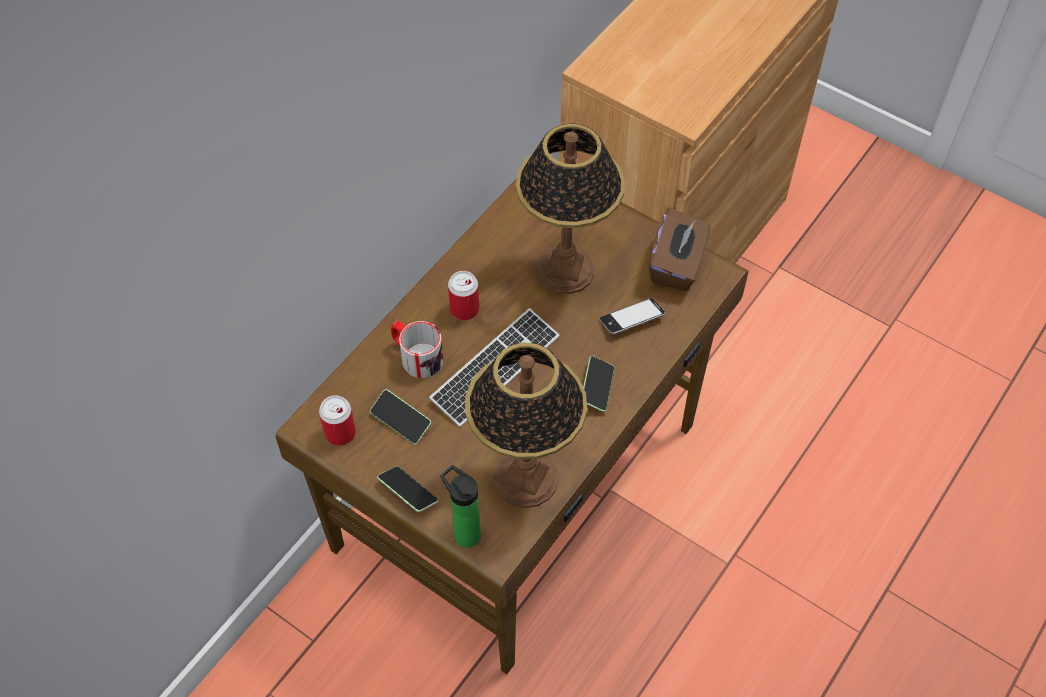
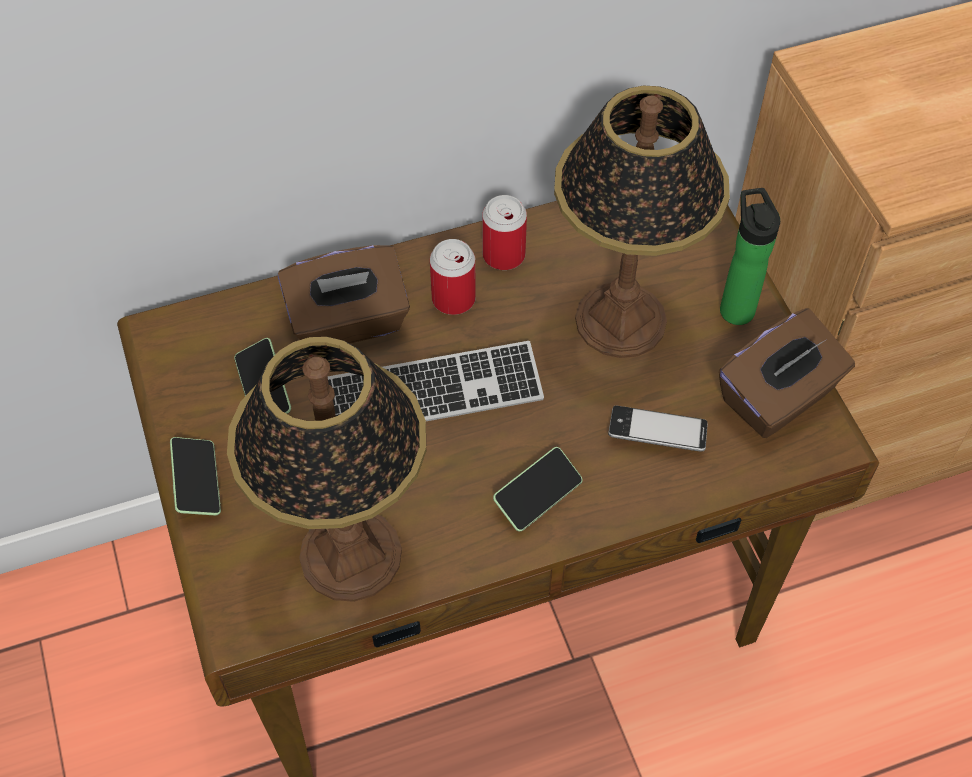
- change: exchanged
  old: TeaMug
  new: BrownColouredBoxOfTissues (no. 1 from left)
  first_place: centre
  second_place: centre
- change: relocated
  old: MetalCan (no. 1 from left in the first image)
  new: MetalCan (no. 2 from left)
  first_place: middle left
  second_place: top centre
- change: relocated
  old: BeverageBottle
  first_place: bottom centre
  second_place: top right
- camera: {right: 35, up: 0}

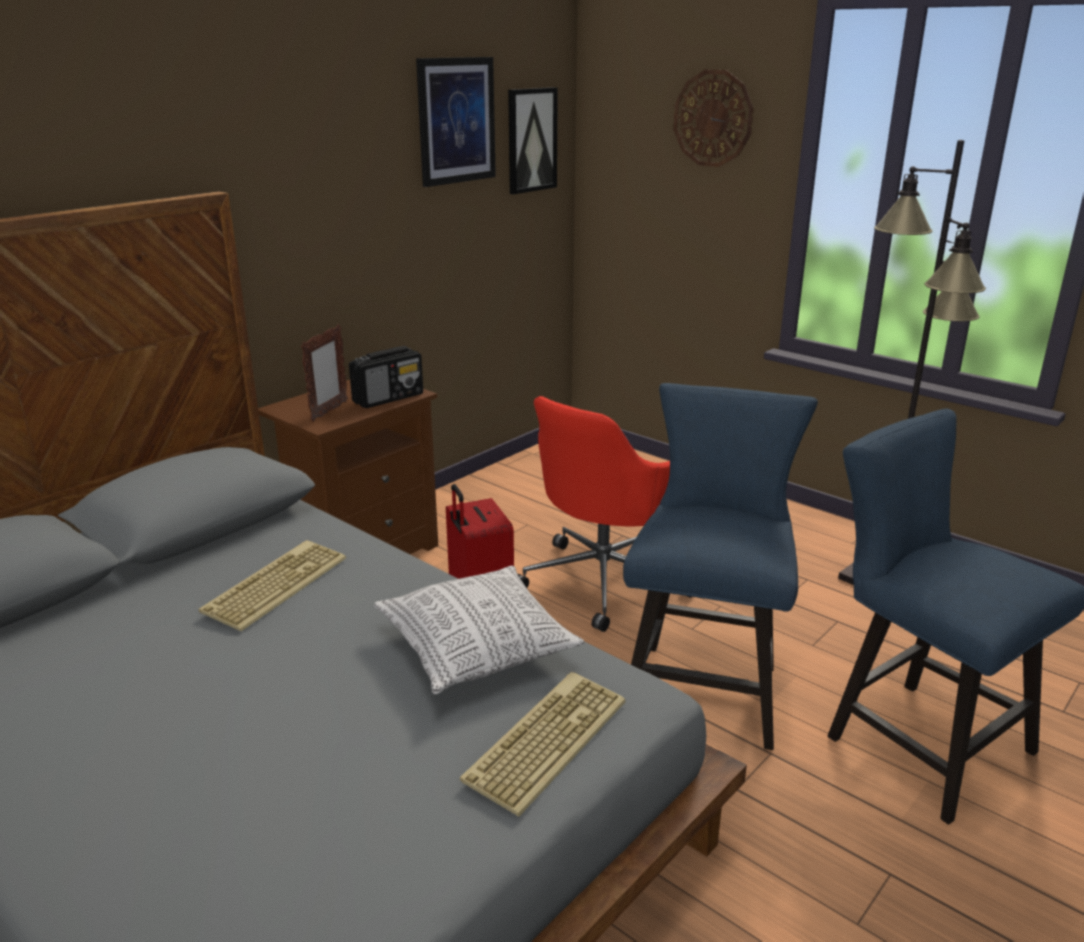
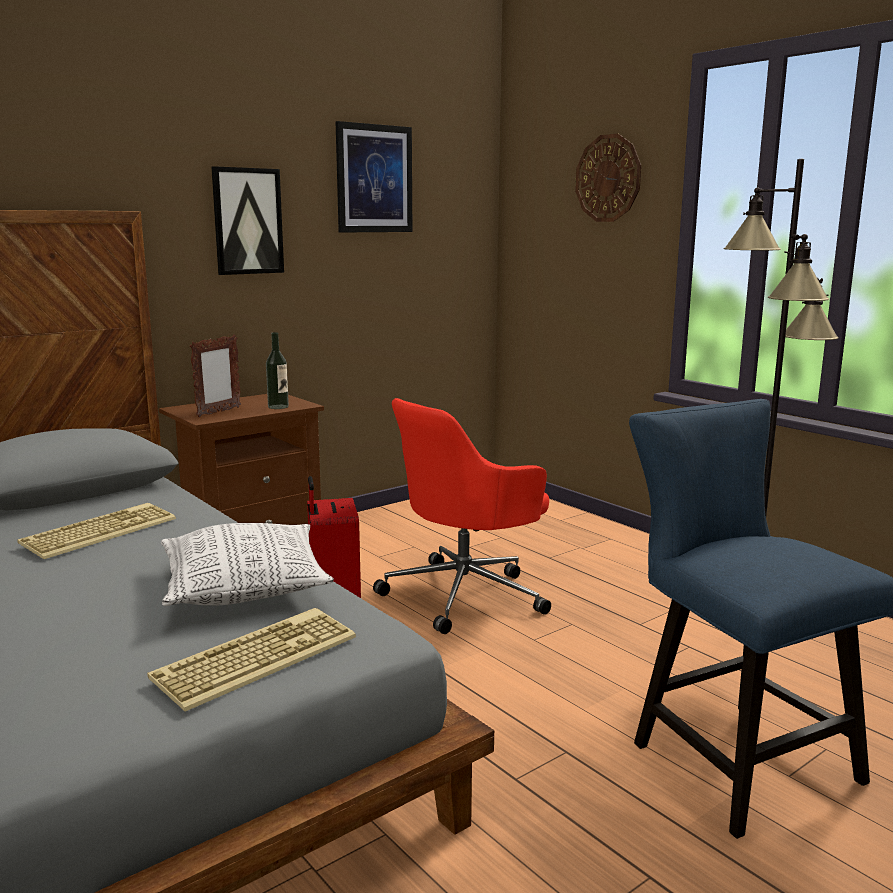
- change: relocated
  old: WallArt (no. 2 from left in the first image)
  new: WallArt (no. 1 from left)
  first_place: top centre
  second_place: top left
- change: exchanged
  old: RadioReceiver
  new: BeverageBottle
  first_place: centre
  second_place: middle left
- change: missing
  old: BluishChair (no. 1 from left)
  first_place: centre
- camera: {right: 10, up: -10}

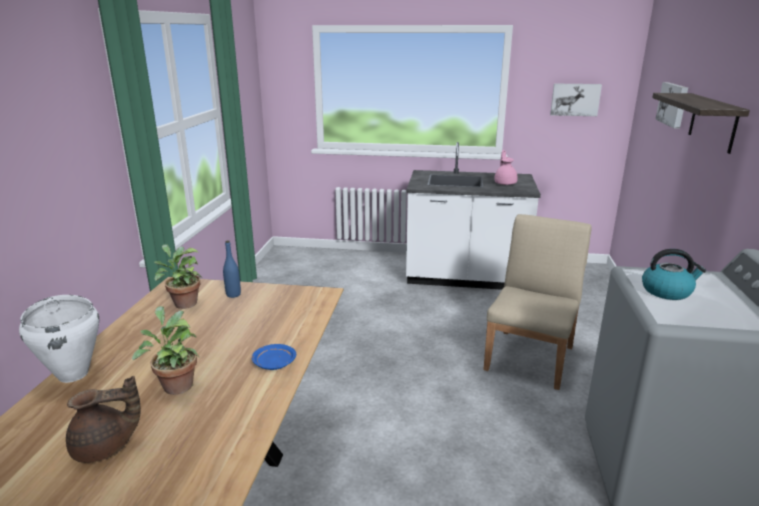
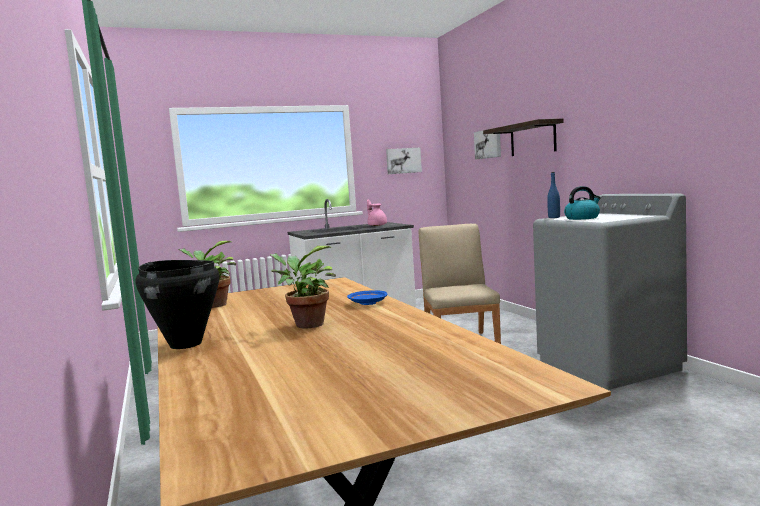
- change: colour
  old: WhiteColouredStockpot
  new: BlackishStockpot
  first_place: bottom left
  second_place: middle left
- change: relocated
  old: BluishBeverageBottle
  first_place: middle left
  second_place: middle right
- change: missing
  old: BrownColouredTeaPot
  first_place: bottom left
- camera: {right: -30, up: -15}

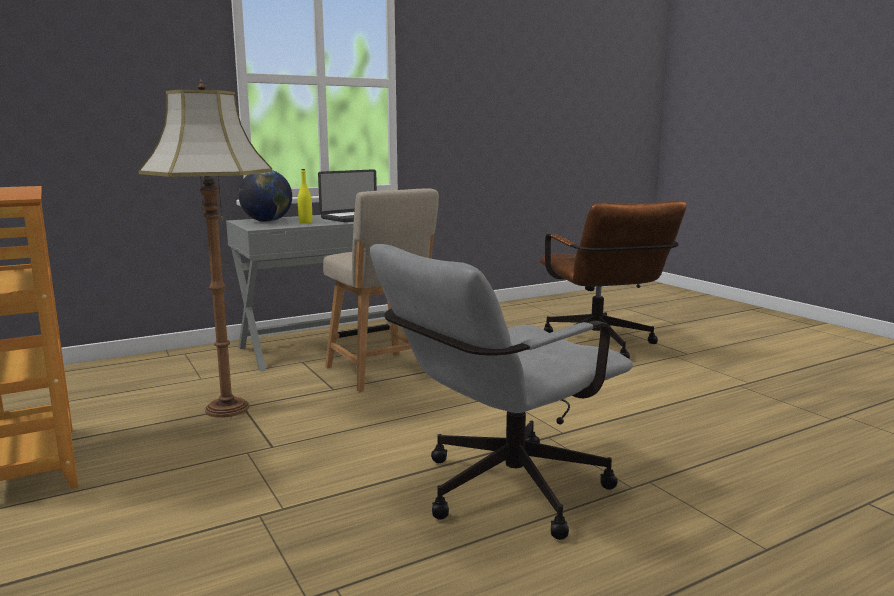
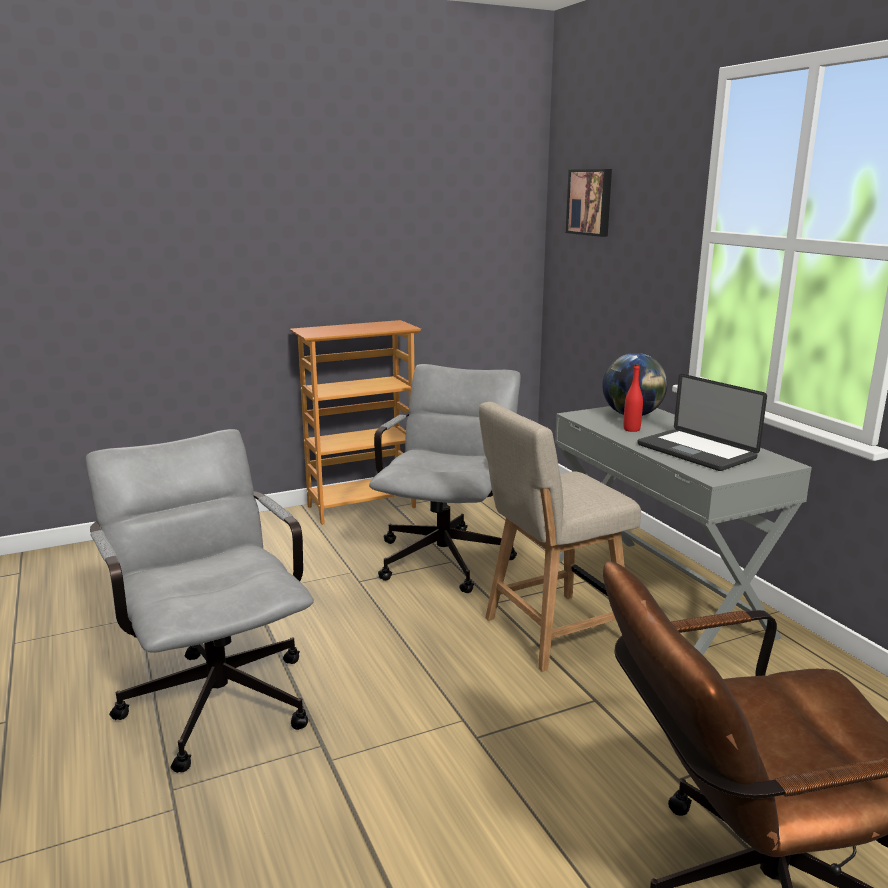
- change: exchanged
  old: FloorLamp
  new: GreyishOfficeChair (no. 2 from left)
  first_place: middle left
  second_place: centre
- change: appeared
  new: WallArt
  second_place: top centre
- change: colour
  old: YellowColouredBeverageBottle
  new: ReddishBeverageBottle
  first_place: top centre
  second_place: middle right
- camera: {right: 95, up: 5}

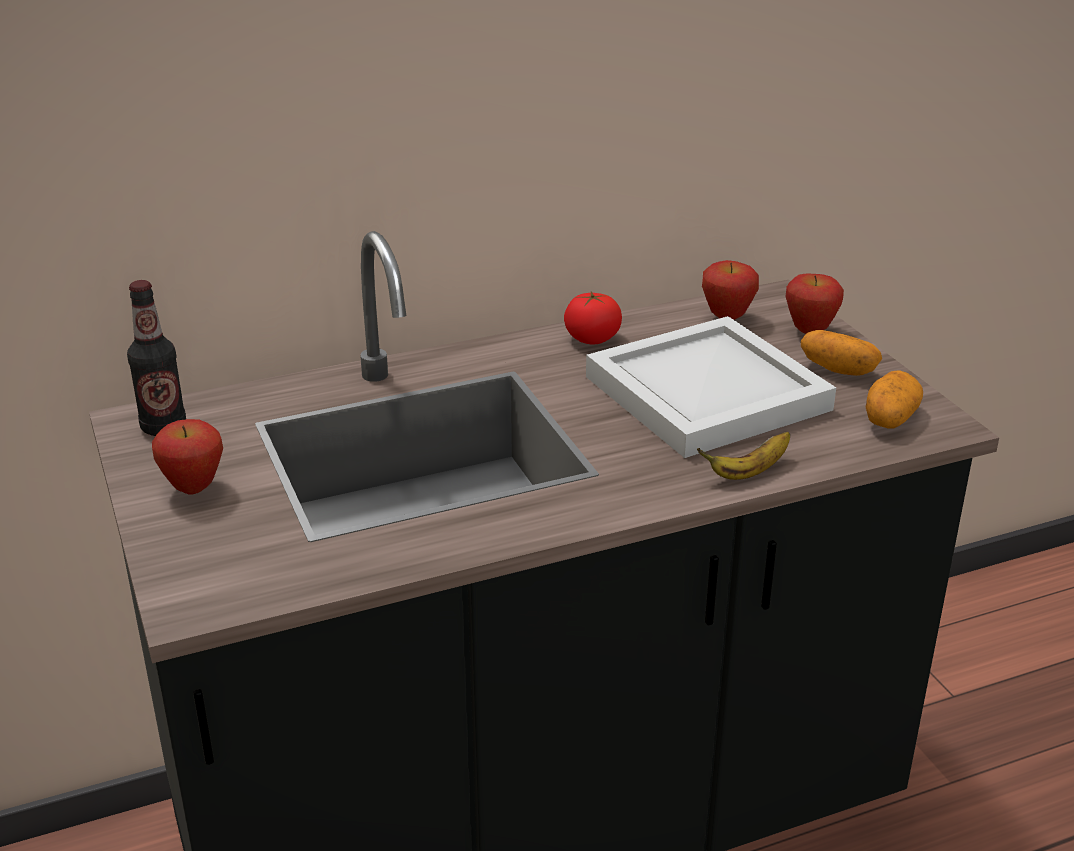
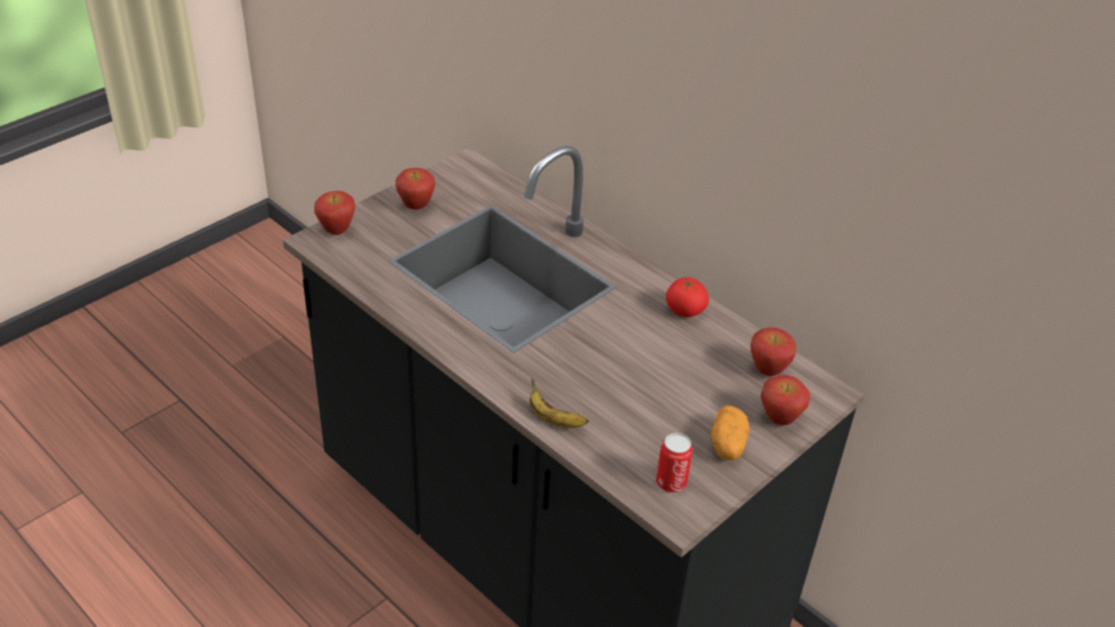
- change: appeared
  new: WholeApple (no. 1 from left)
  second_place: middle left
- change: exchanged
  old: Spud (no. 2 from left)
  new: MetalCan
  first_place: middle right
  second_place: bottom centre
- change: missing
  old: BeverageBottle
  first_place: middle left
- change: missing
  old: WhiteColouredServingTray
  first_place: centre
- camera: {right: 65, up: 10}

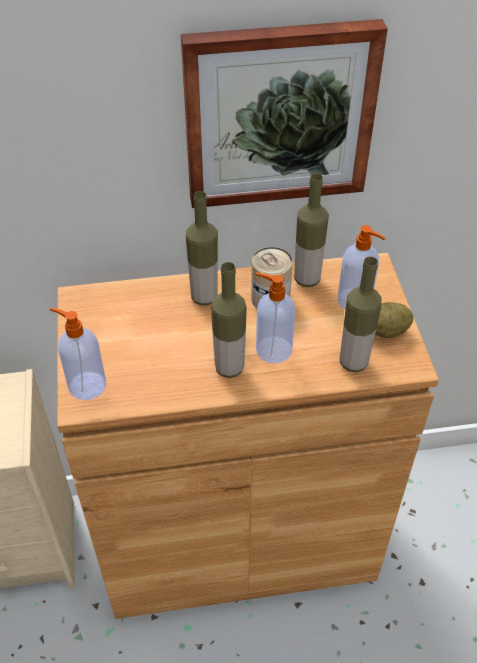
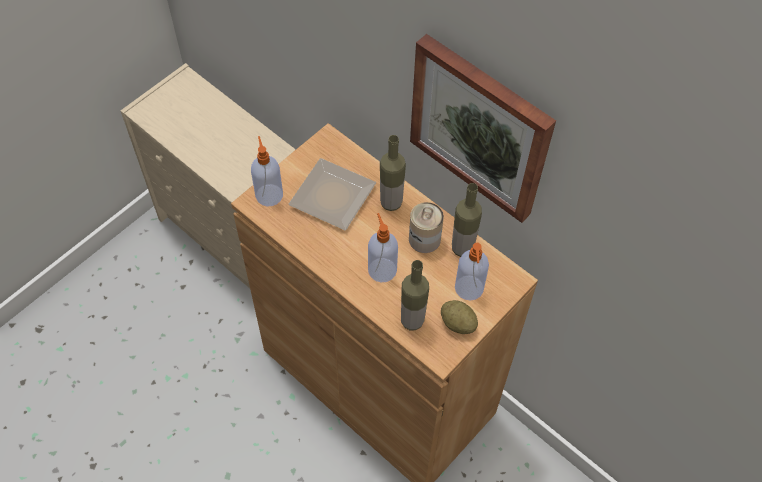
- change: appeared
  new: FlatDish
  second_place: centre
- change: missing
  old: BeverageBottle (no. 2 from left)
  first_place: centre
- camera: {right: 50, up: 10}

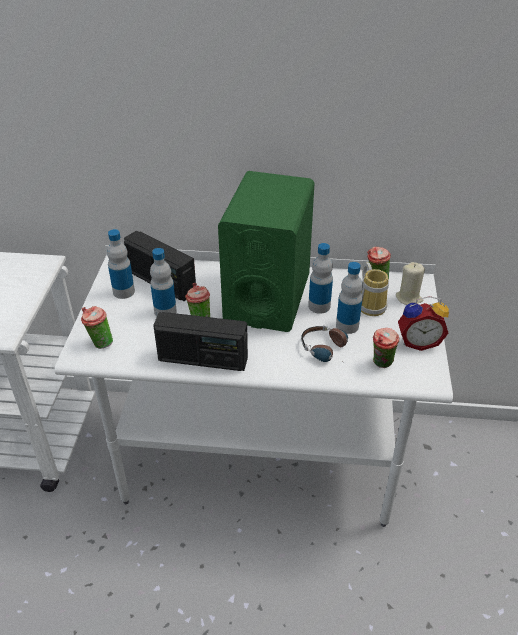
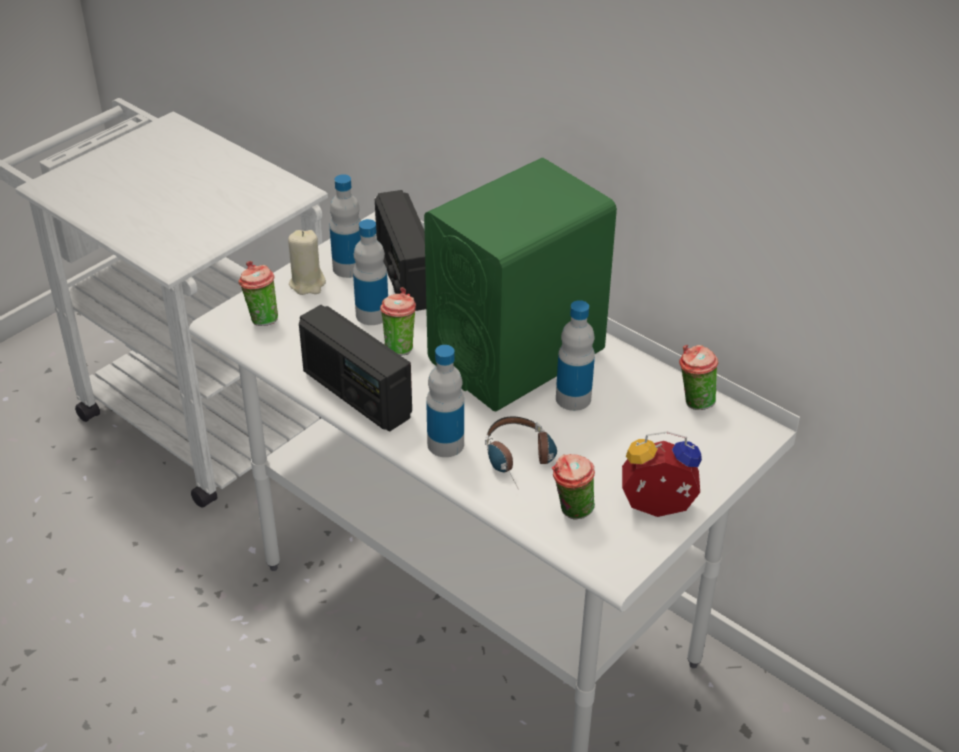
- change: relocated
  old: BeigeColouredCandle
  first_place: middle right
  second_place: middle left
- change: relocated
  old: BeverageBottle (no. 4 from left in the first image)
  new: BeverageBottle (no. 3 from left)
  first_place: middle right
  second_place: centre
- change: spun
  old: TableClock
  first_place: middle right
  second_place: middle right
  degrees: 150
- change: missing
  old: TeaMug
  first_place: middle right
- camera: {right: 35, up: 0}

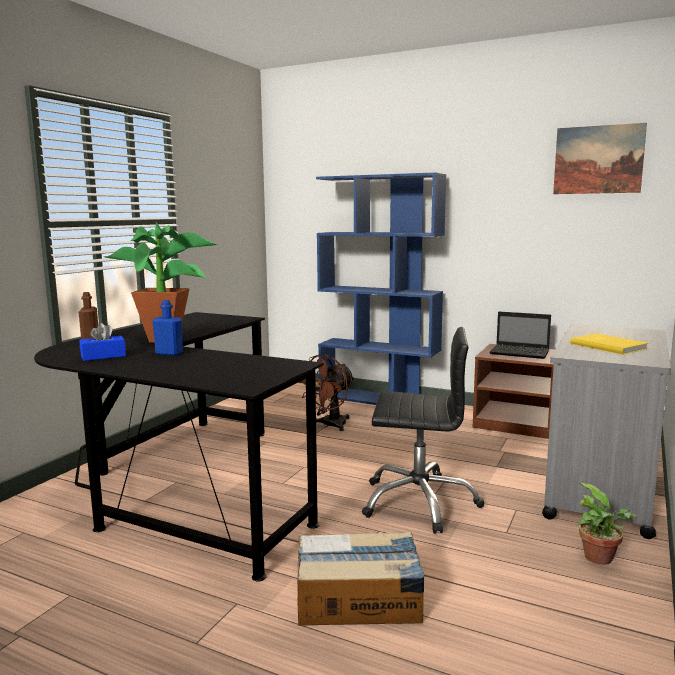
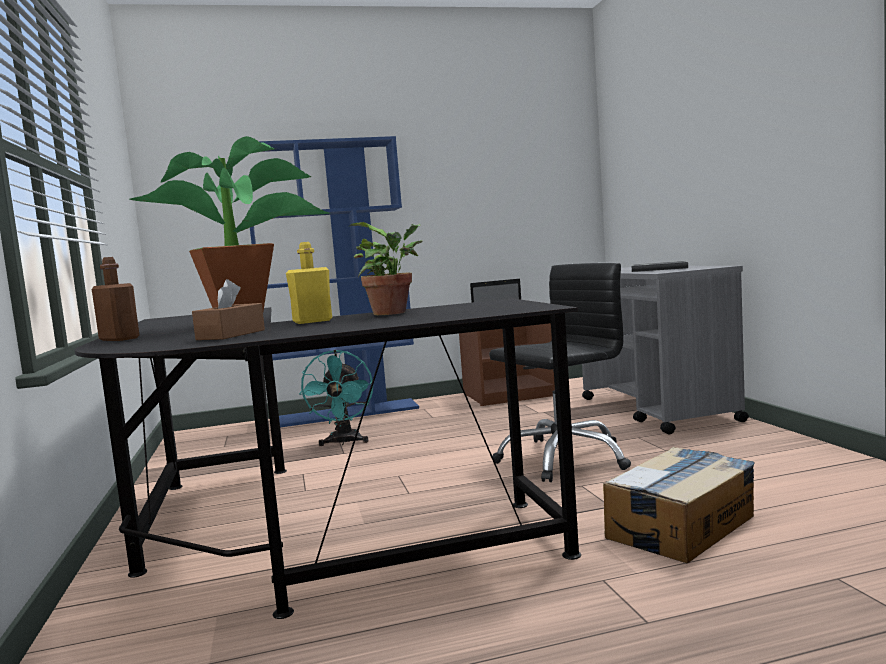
- change: colour
  old: BluishBoxOfTissues
  new: BrownColouredBoxOfTissues
  first_place: middle left
  second_place: middle left
- change: colour
  old: BluishBeverageBottle
  new: YellowColouredBeverageBottle
  first_place: middle left
  second_place: centre
- change: colour
  old: BrownColouredFan
  new: TurquoiseFan
  first_place: centre
  second_place: centre
- change: relocated
  old: Houseplant (no. 2 from left)
  first_place: bottom right
  second_place: centre
- change: colour
  old: YellowColouredVolume
  new: GreyishVolume
  first_place: middle right
  second_place: middle right
- change: missing
  old: WallArt
  first_place: top right
- camera: {right: -40, up: -5}

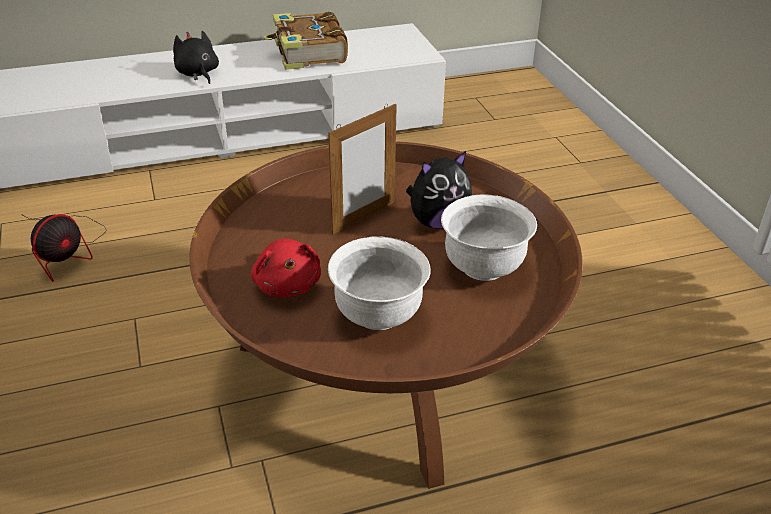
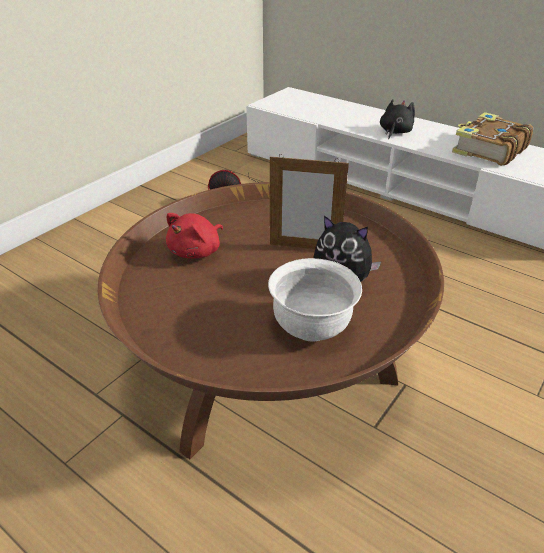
- change: missing
  old: WhiteColouredDeepDish (no. 1 from left)
  first_place: centre
- camera: {right: 55, up: 0}

